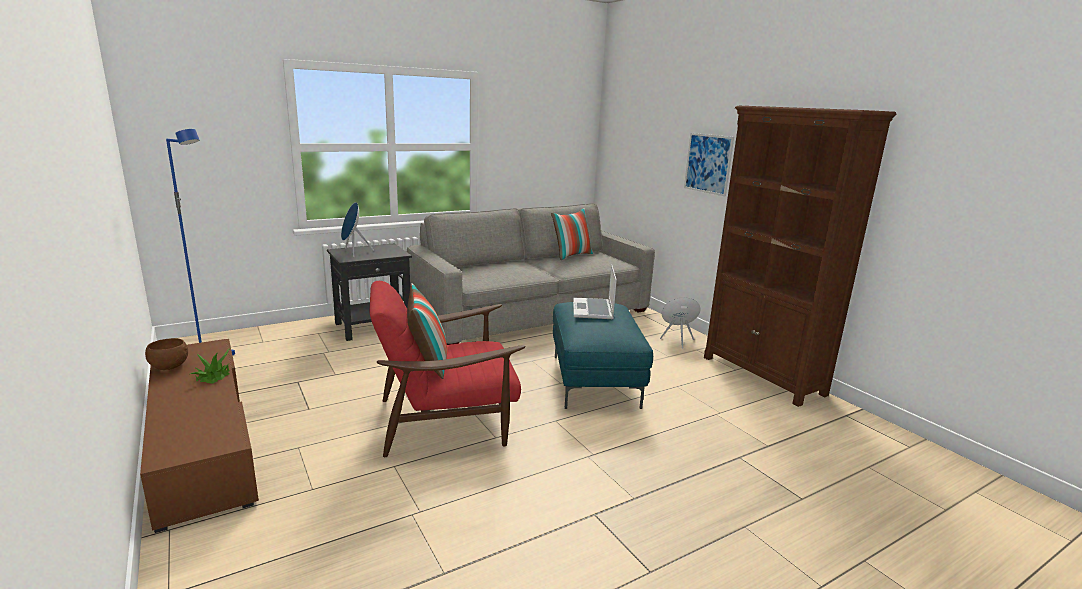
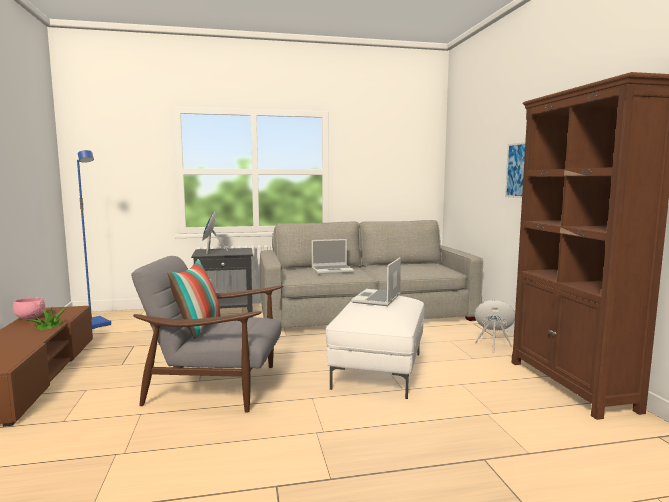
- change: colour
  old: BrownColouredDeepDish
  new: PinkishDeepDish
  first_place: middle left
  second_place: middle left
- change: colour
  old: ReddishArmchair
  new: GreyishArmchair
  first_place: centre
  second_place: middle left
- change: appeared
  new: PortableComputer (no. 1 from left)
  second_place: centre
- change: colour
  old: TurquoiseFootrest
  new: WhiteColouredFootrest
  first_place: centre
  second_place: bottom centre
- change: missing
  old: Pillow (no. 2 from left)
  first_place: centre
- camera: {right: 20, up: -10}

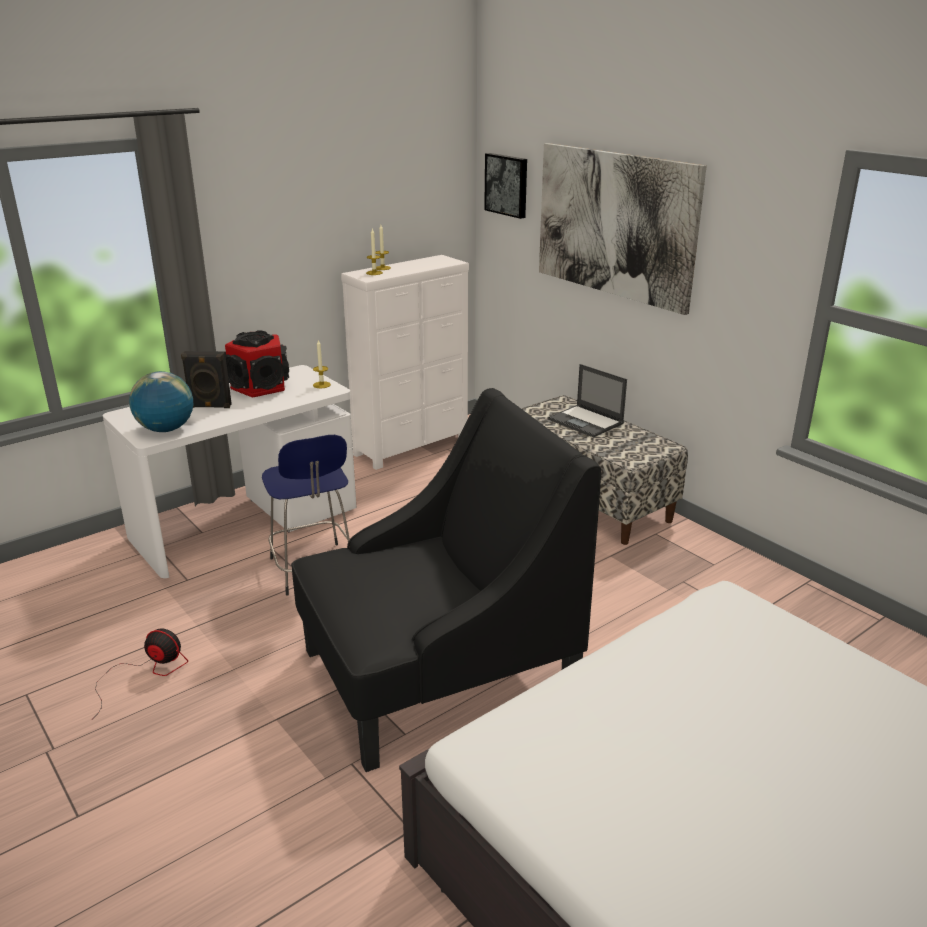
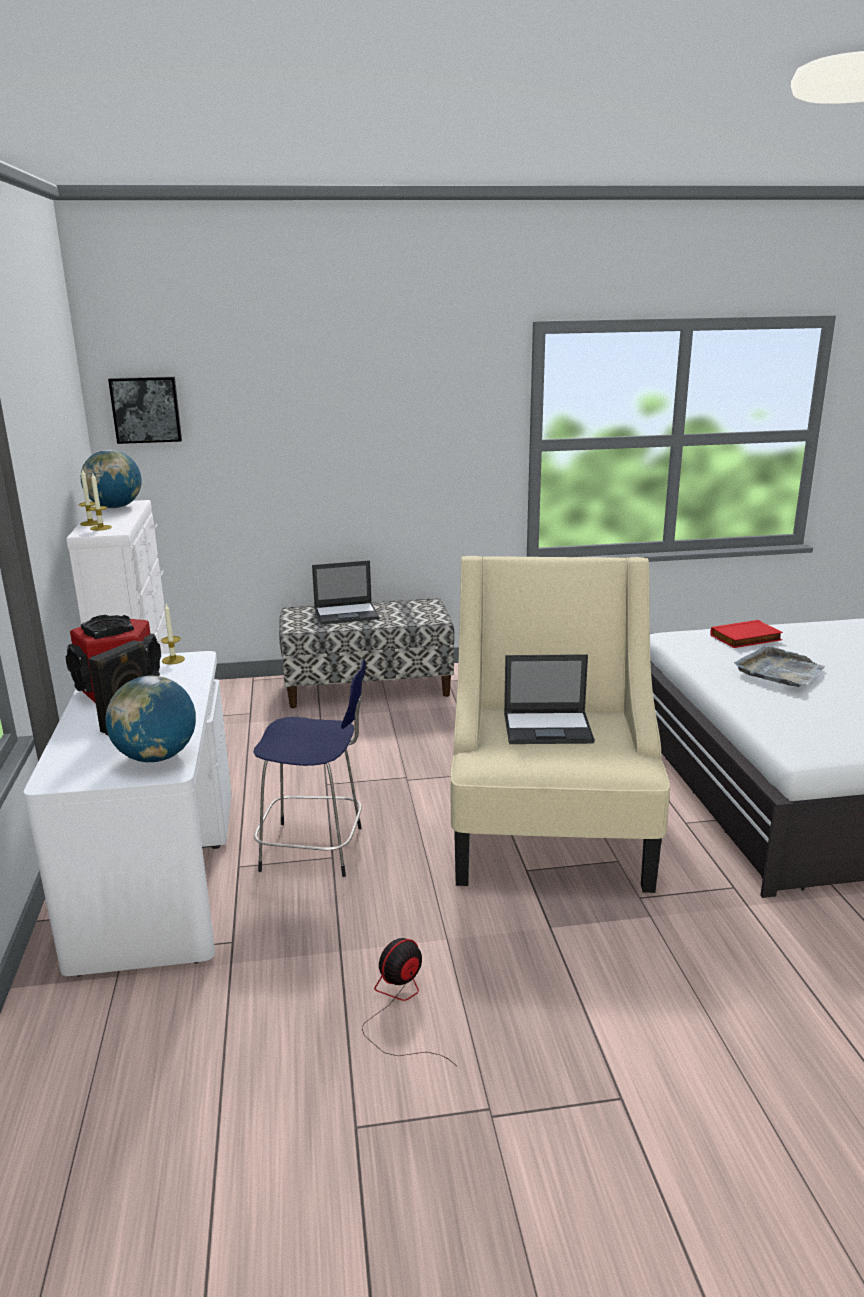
- change: appeared
  new: DeskGlobe (no. 1 from left)
  second_place: middle left
- change: colour
  old: BlackishArmchair
  new: BeigeColouredArmchair
  first_place: centre
  second_place: centre
- change: appeared
  new: PortableComputer (no. 2 from left)
  second_place: centre
- change: appeared
  new: ReddishVolume
  second_place: middle right
- change: appeared
  new: GreyishServingTray
  second_place: middle right
- change: missing
  old: WallArt (no. 2 from left)
  first_place: top right
- camera: {right: -60, up: -5}

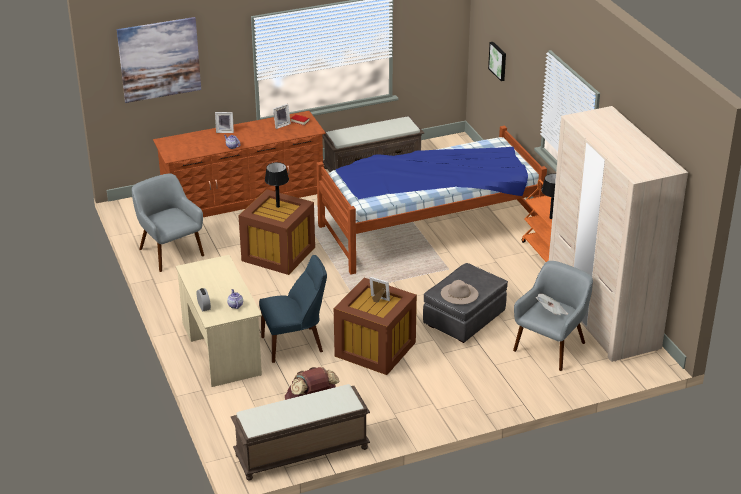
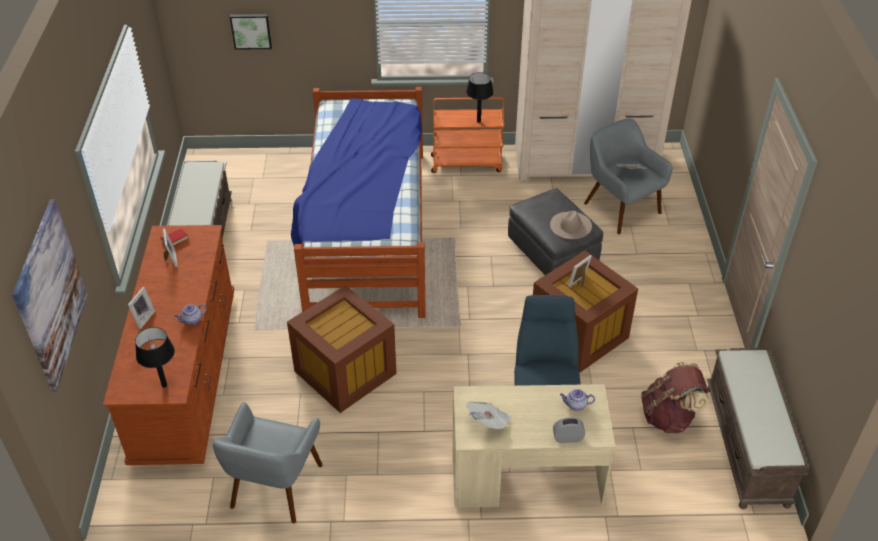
- change: relocated
  old: BlackishTableLamp (no. 1 from left)
  first_place: centre
  second_place: middle left
- change: spun
  old: GreyishArmchair (no. 1 from left)
  first_place: middle left
  second_place: bottom left
  degrees: -60
- change: appeared
  new: DailyPaper (no. 1 from left)
  second_place: bottom centre
- camera: {right: -70, up: 10}

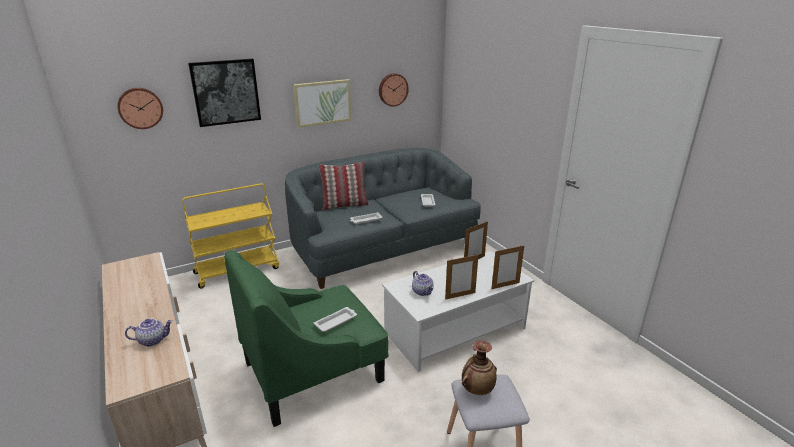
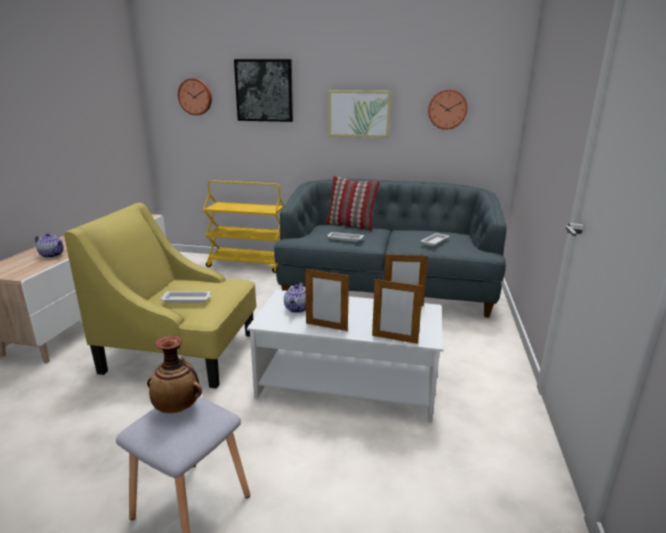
- change: colour
  old: GreenColouredArmchair
  new: YellowColouredArmchair
  first_place: bottom centre
  second_place: middle left
- camera: {right: 40, up: -5}

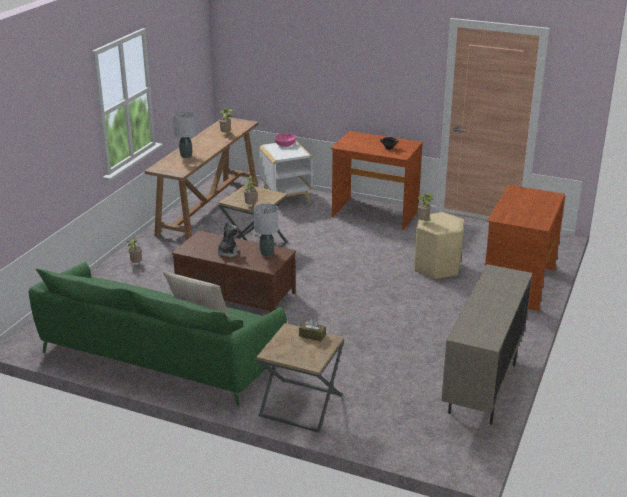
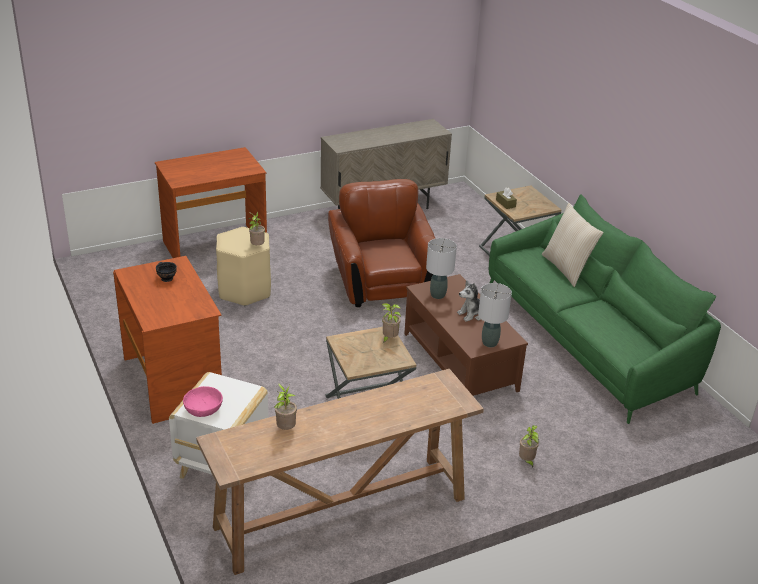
- change: appeared
  new: BrownColouredArmchair
  second_place: centre
- change: relocated
  old: GreyishTableLamp (no. 1 from left in the first image)
  new: GreyishTableLamp (no. 2 from left)
  first_place: top left
  second_place: centre
- camera: {right: -140, up: 5}

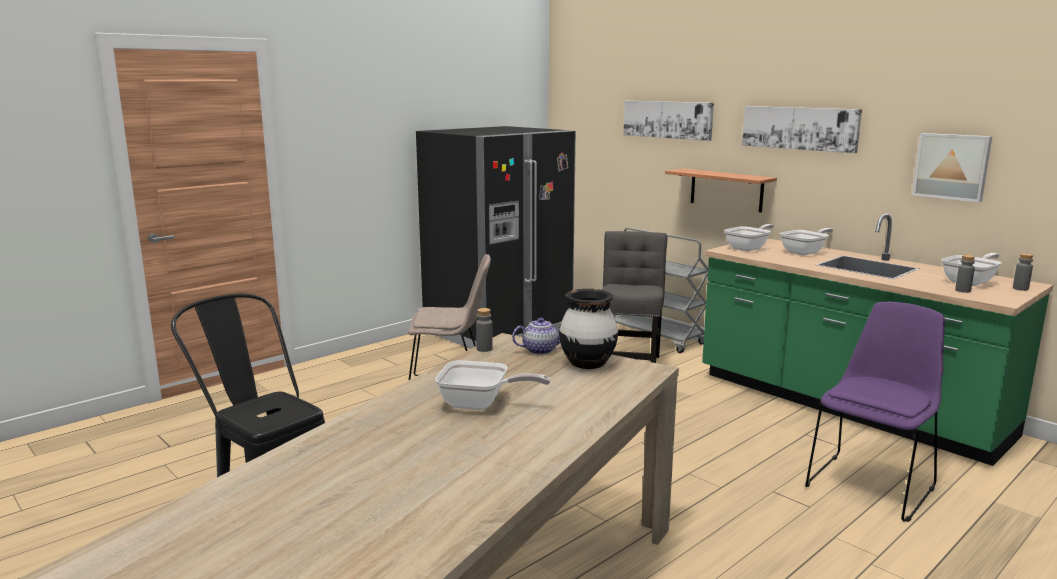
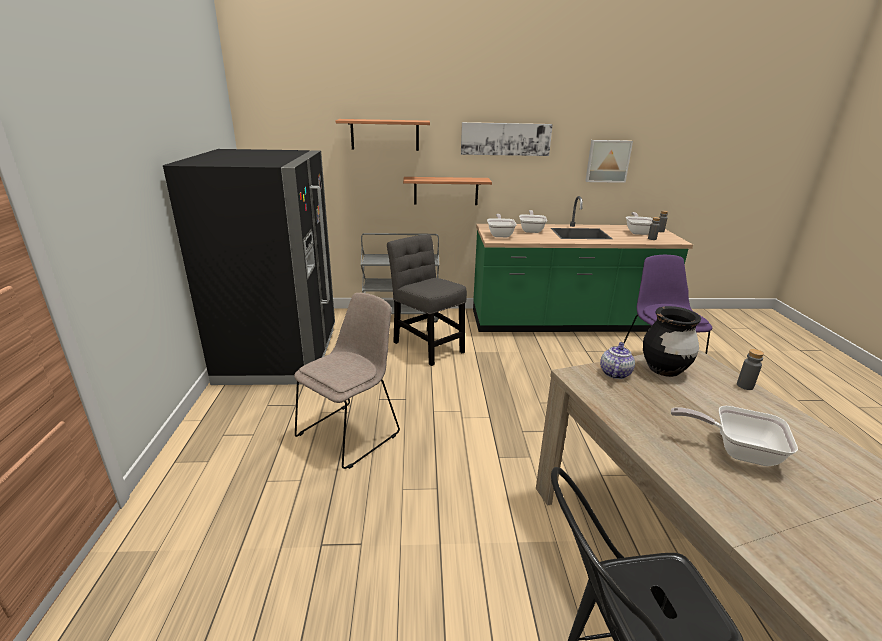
- change: exchanged
  old: WallArt (no. 1 from left)
  new: Shelf (no. 1 from left)
  first_place: top centre
  second_place: top centre
- change: spun
  old: Pan (no. 1 from left in the first image)
  first_place: centre
  second_place: bottom right
  degrees: -120
- change: relocated
  old: GreyishBeverageBottle (no. 1 from left in the first image)
  new: GreyishBeverageBottle (no. 3 from left)
  first_place: centre
  second_place: middle right
- camera: {right: -50, up: 10}

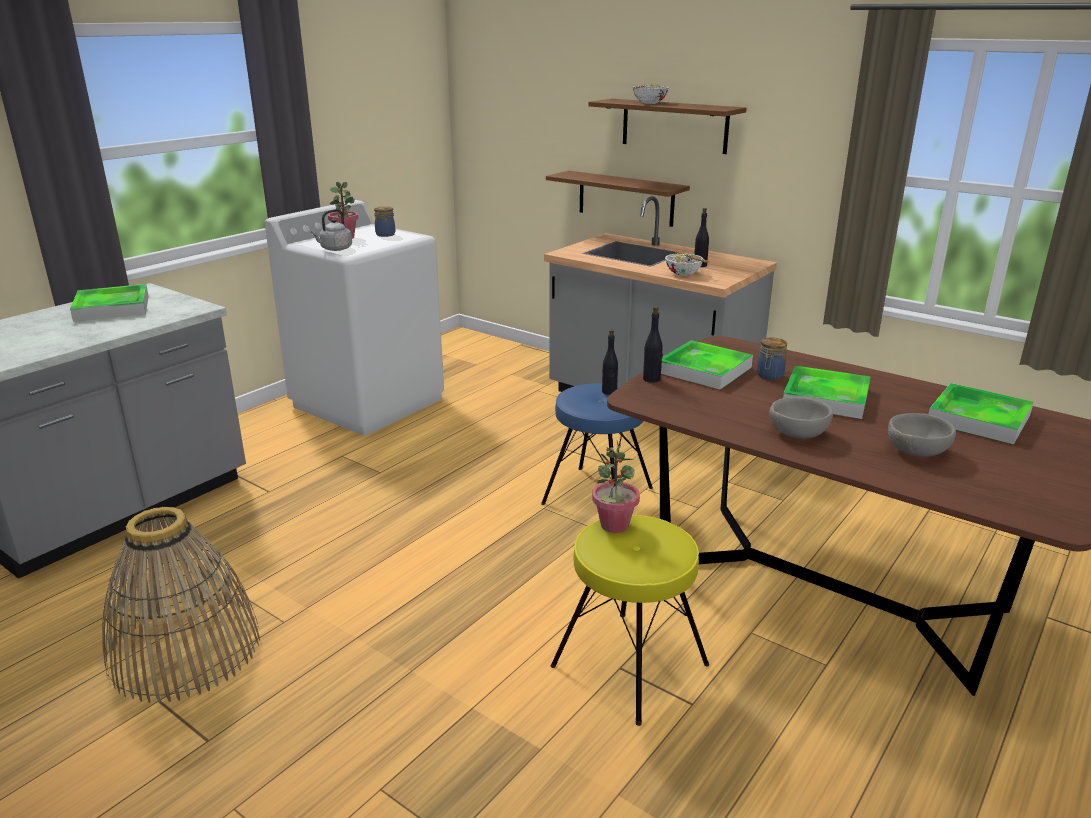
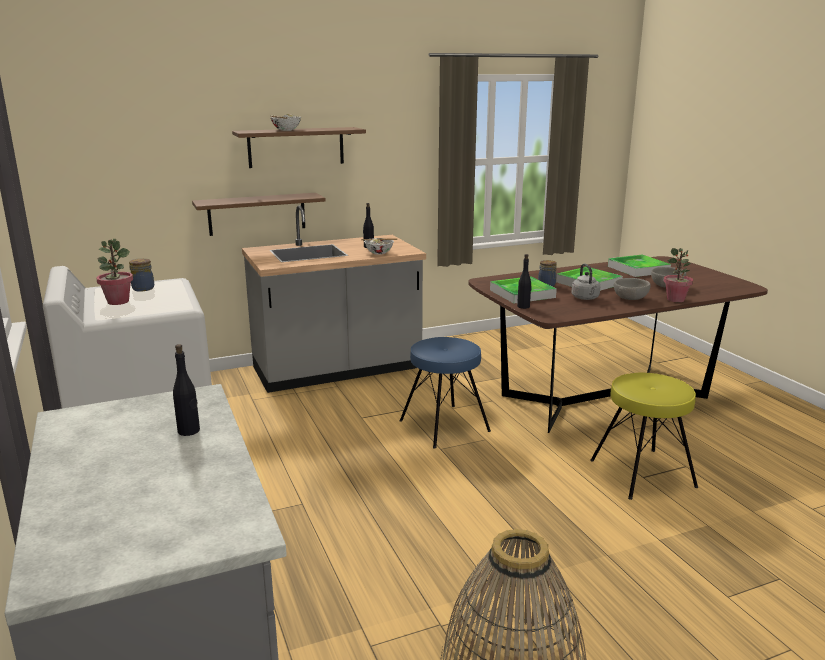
- change: relocated
  old: BlackishBeverageBottle (no. 1 from left)
  first_place: centre
  second_place: middle left
- change: relocated
  old: GreyishWaterKettle
  first_place: top left
  second_place: middle right
- change: relocated
  old: Houseplant (no. 2 from left)
  first_place: centre
  second_place: middle right
- change: missing
  old: ServingTray (no. 1 from left)
  first_place: middle left
- camera: {right: -60, up: -5}

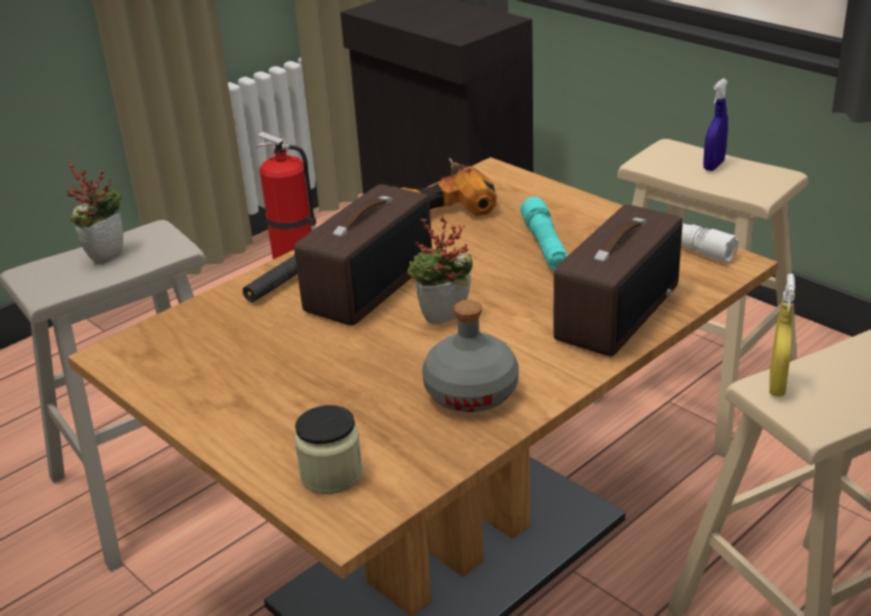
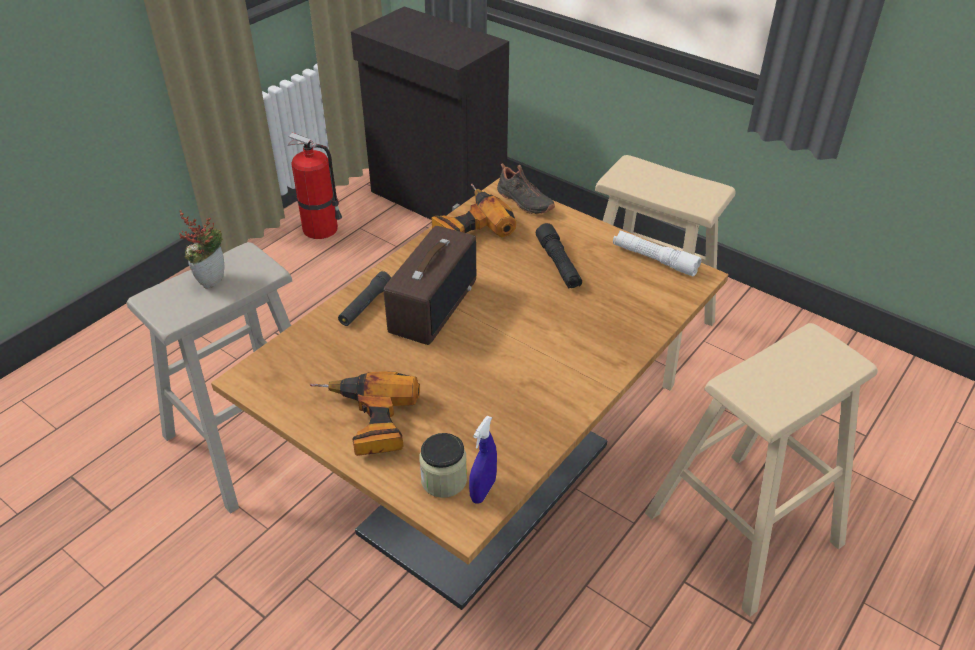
- change: appeared
  new: ElectricDrill (no. 1 from left)
  second_place: centre
- change: relocated
  old: BluishSprayBottle
  first_place: top right
  second_place: bottom centre
- change: appeared
  new: BlackishItemOfFootwear
  second_place: top centre
- change: colour
  old: TurquoiseFlashlight
  new: BlackishFlashlight (no. 2 from left)
  first_place: centre
  second_place: centre
- change: missing
  old: Houseplant (no. 2 from left)
  first_place: centre
- change: missing
  old: GreyishBeverageBottle
  first_place: centre
- change: missing
  old: RadioReceiver (no. 2 from left)
  first_place: middle right
- change: missing
  old: YellowColouredSprayBottle
  first_place: middle right
- camera: {right: -10, up: 10}

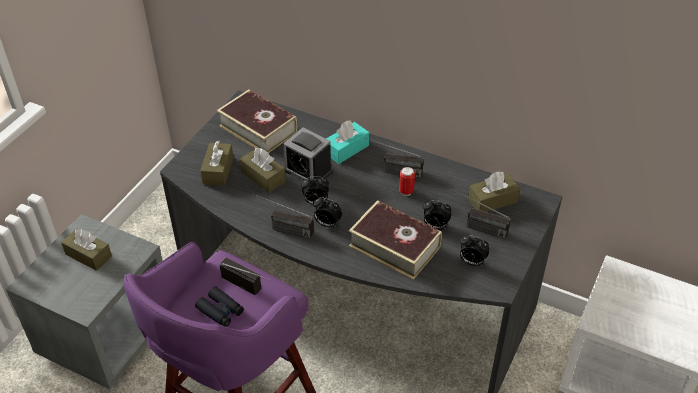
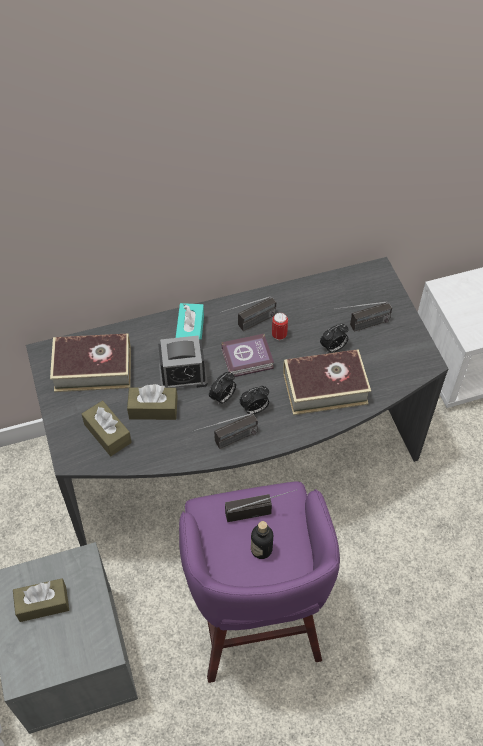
- change: appeared
  new: Volume (no. 2 from left)
  second_place: centre
- change: exchanged
  old: BlackishBinoculars
  new: BeverageBottle
  first_place: bottom left
  second_place: bottom centre
- change: missing
  old: TableClock (no. 5 from left)
  first_place: middle right
- change: missing
  old: BrownColouredBoxOfTissues (no. 4 from left)
  first_place: middle right
- camera: {right: -45, up: 10}

